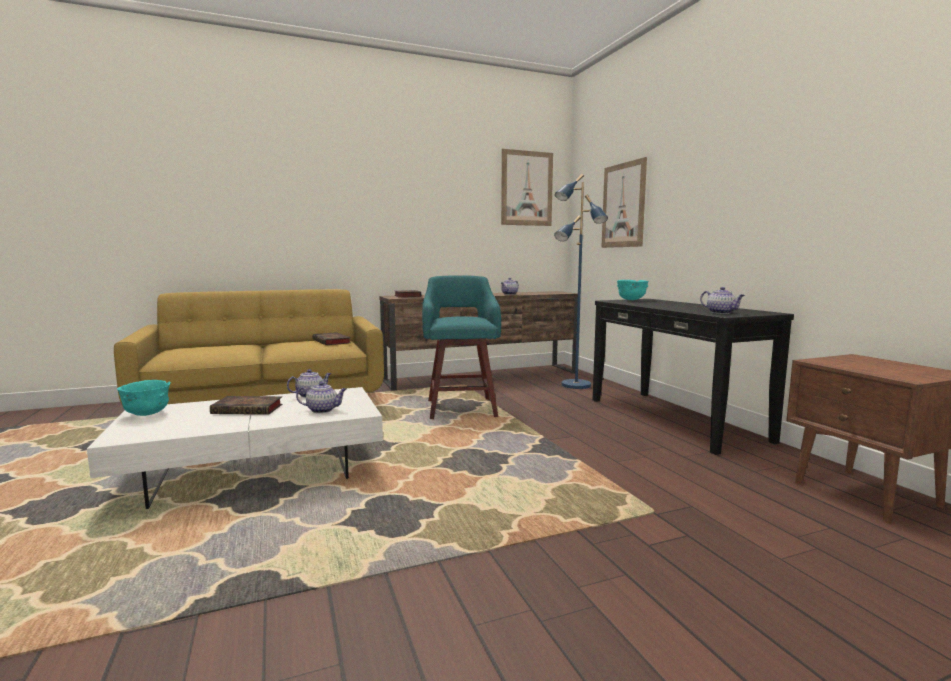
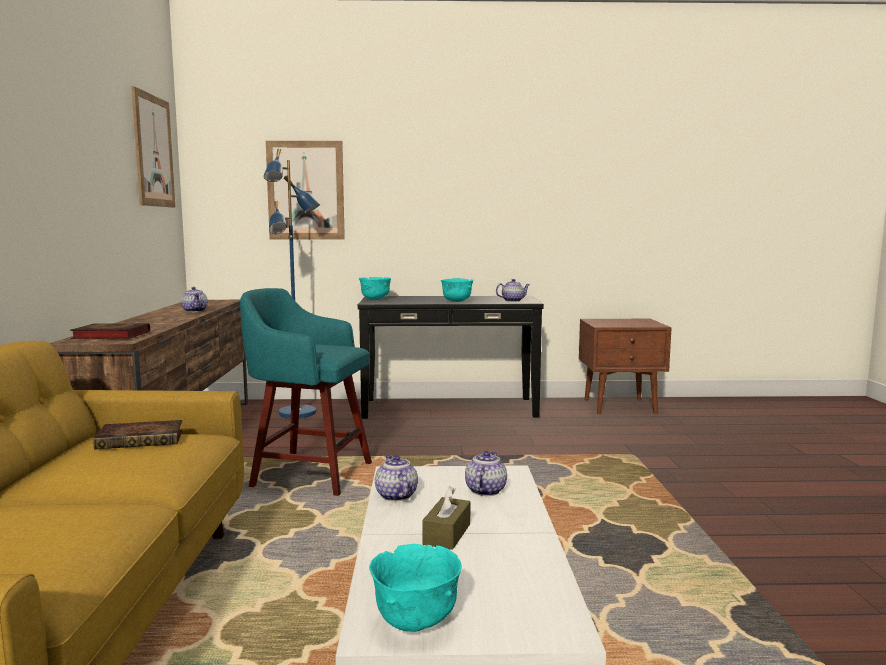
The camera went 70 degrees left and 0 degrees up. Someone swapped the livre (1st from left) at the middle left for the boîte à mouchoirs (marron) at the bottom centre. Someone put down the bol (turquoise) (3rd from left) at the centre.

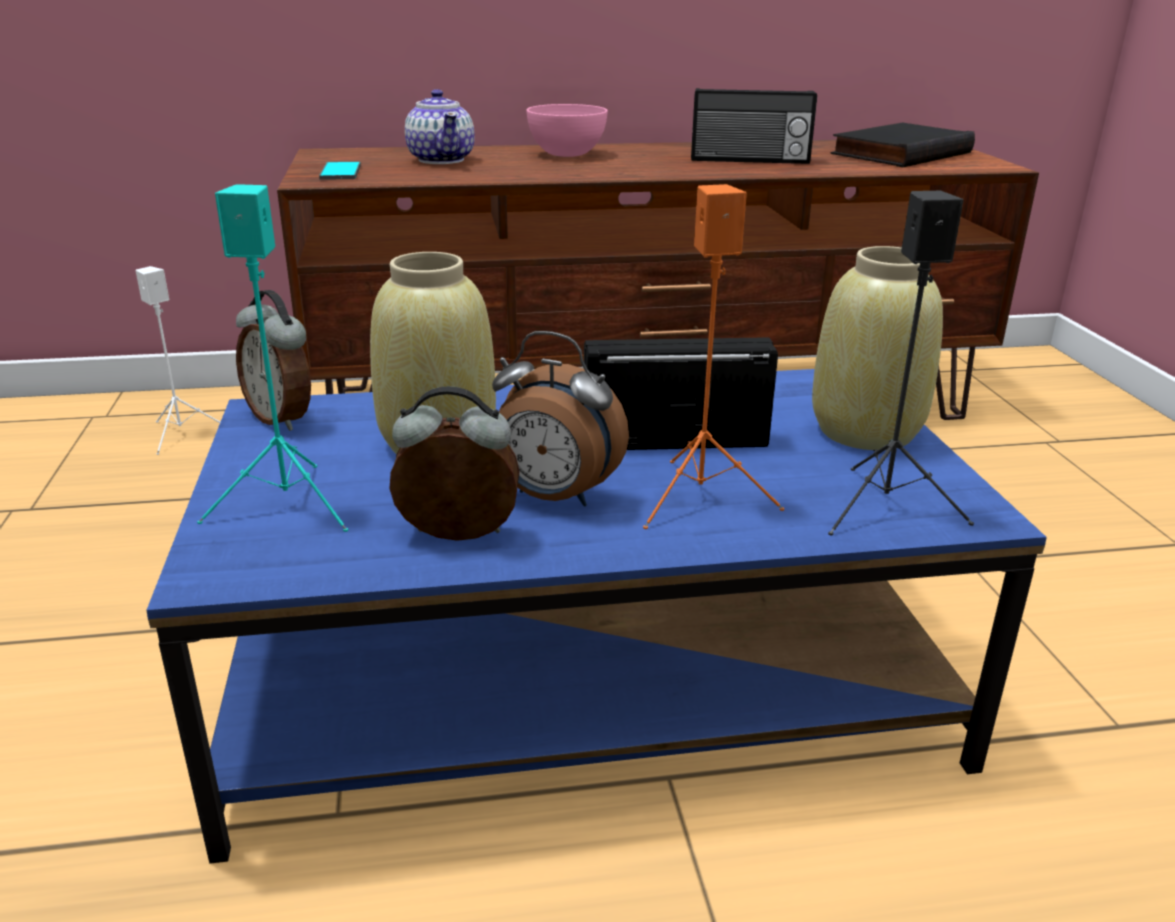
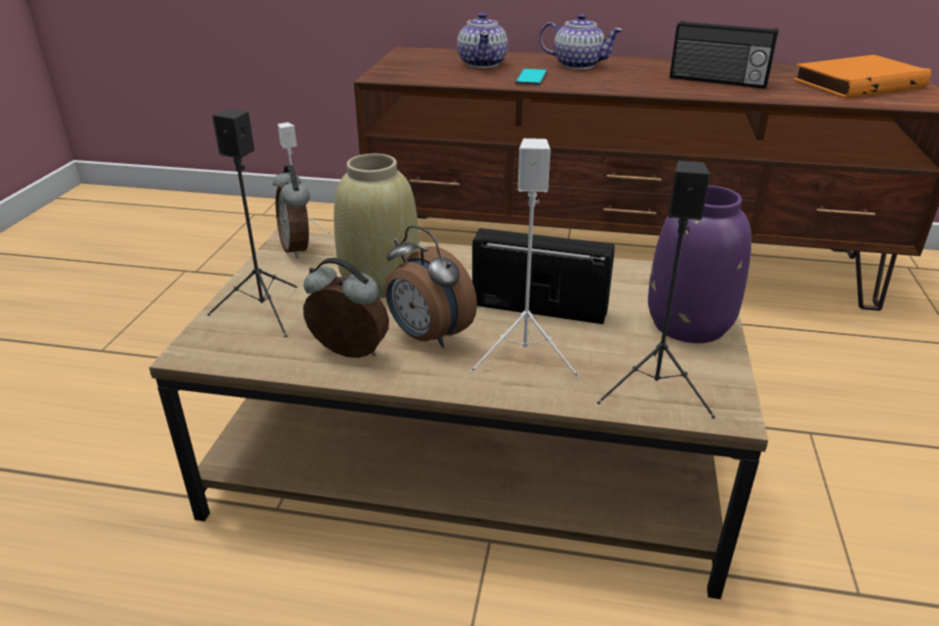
The camera went 20 degrees right and 5 degrees up. Someone repainted the table basse (bleu) at the bottom centre, which became the table basse (marron) at the centre. Someone repainted the enceinte (turquoise) at the middle left, which became the enceinte (noir) (1st from left) at the middle left. Someone carried the téléphone from the top left to the top centre. Someone swapped the bol (rose) at the top centre for the théière (2nd from left) at the top centre. Someone repainted the enceinte (orange) at the centre, which became the enceinte (blanc) (2nd from left) at the centre. Someone repainted the vase (beige) (2nd from left) at the middle right, which became the vase (violet) at the middle right. Someone repainted the livre (noir) at the top right, which became the livre (orange) at the top right.

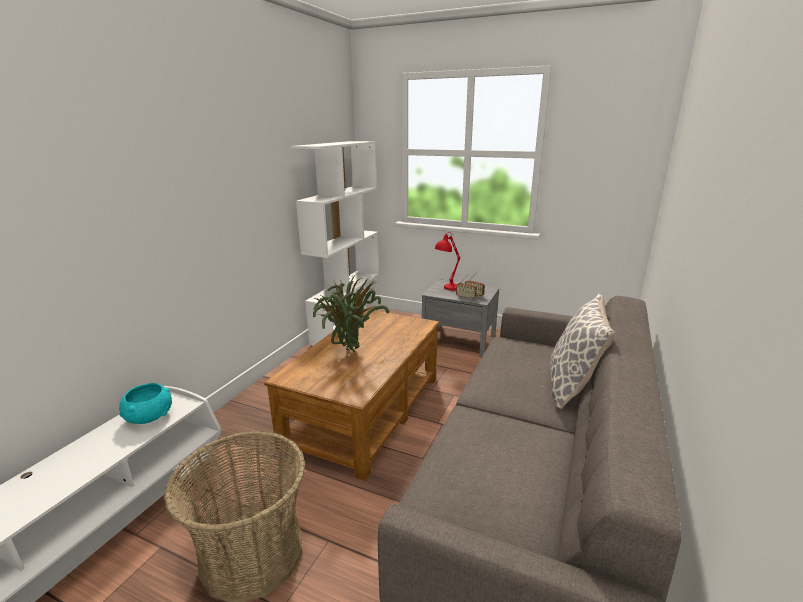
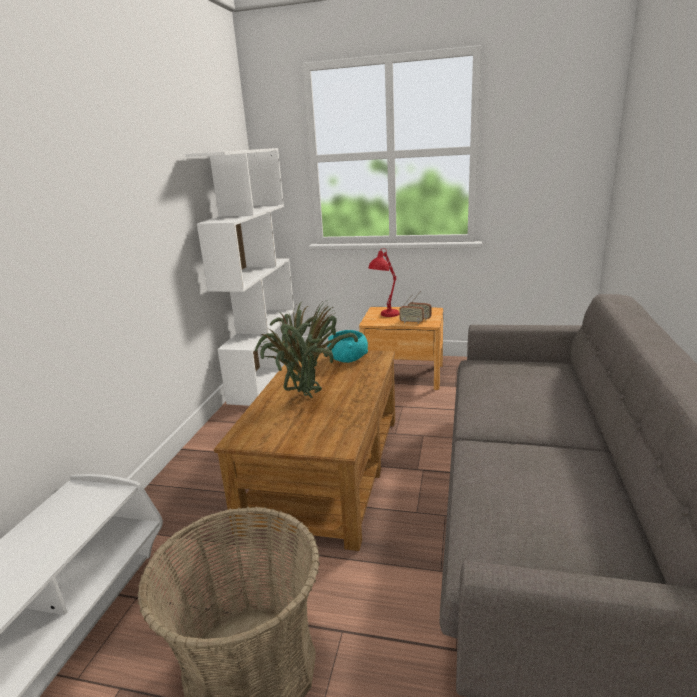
The camera went 10 degrees left and 0 degrees up. Someone carried the bol (turquoise) from the bottom left to the centre. Someone repainted the table de chevet (gris) at the centre, which became the table de chevet (marron) at the centre. Someone took away the coussin at the middle right.

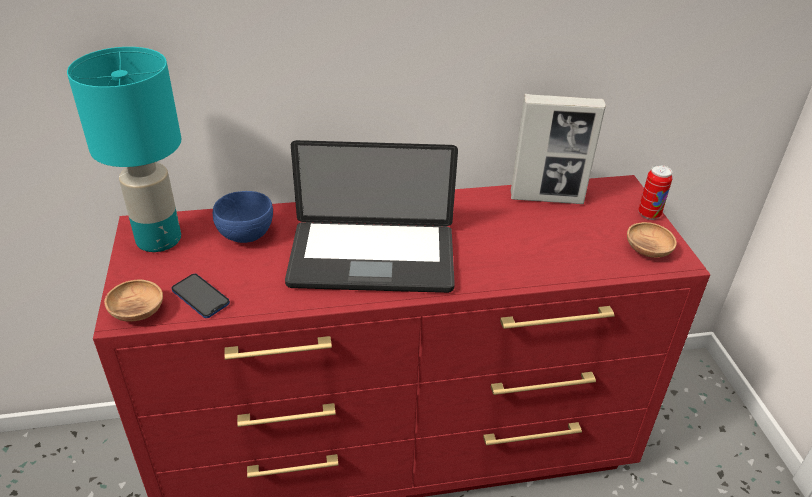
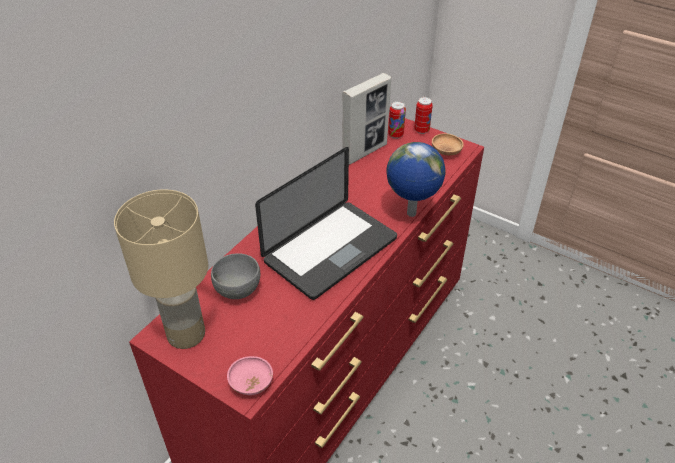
The camera went 45 degrees left and 5 degrees up. Someone repainted the lampe de table (turquoise) at the top left, which became the lampe de table (beige) at the middle left. Someone repainted the bol (marron) (1st from left) at the middle left, which became the bol (rose) at the bottom centre. Someone took away the téléphone at the middle left. Someone repainted the bol (bleu) at the middle left, which became the bol (gris) at the centre. Someone put down the globe at the centre. Someone put down the boîte métallique (1st from left) at the top centre.

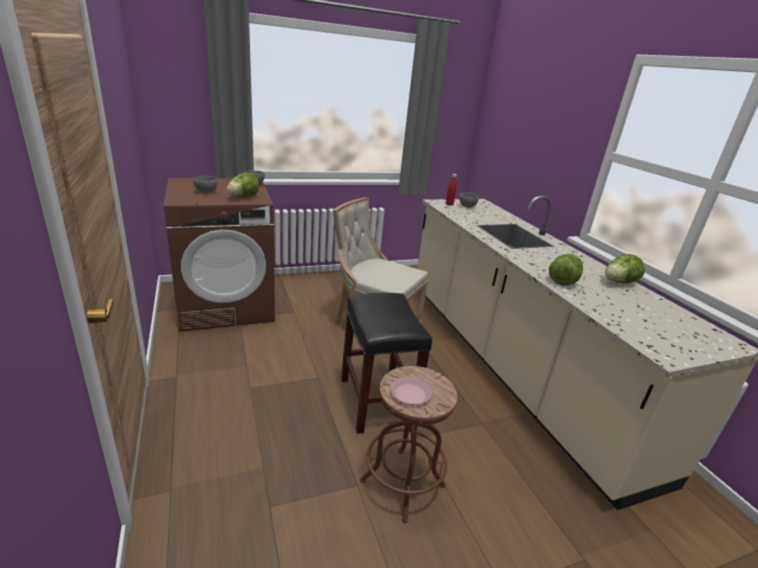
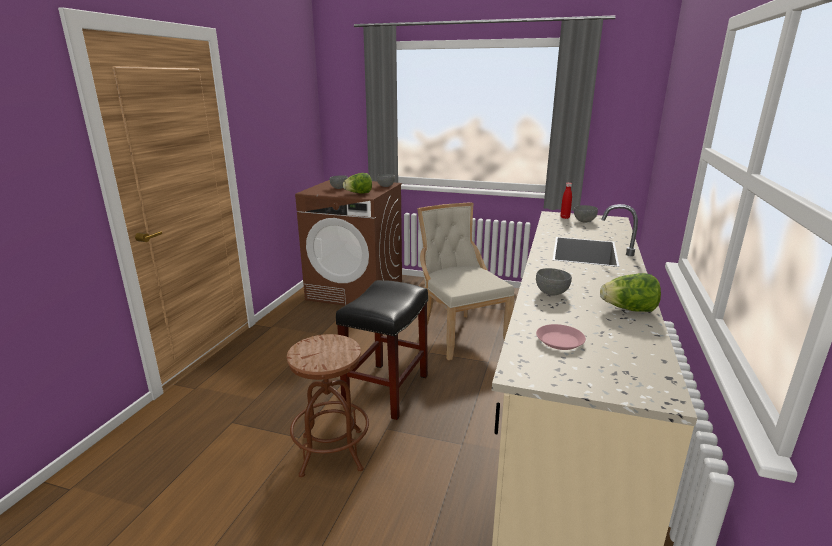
The camera went 40 degrees right and 5 degrees down. Someone carried the assiette (rose) from the bottom centre to the middle right. Someone swapped the laitue (2nd from left) at the middle right for the bol (gris) (3rd from left) at the centre.

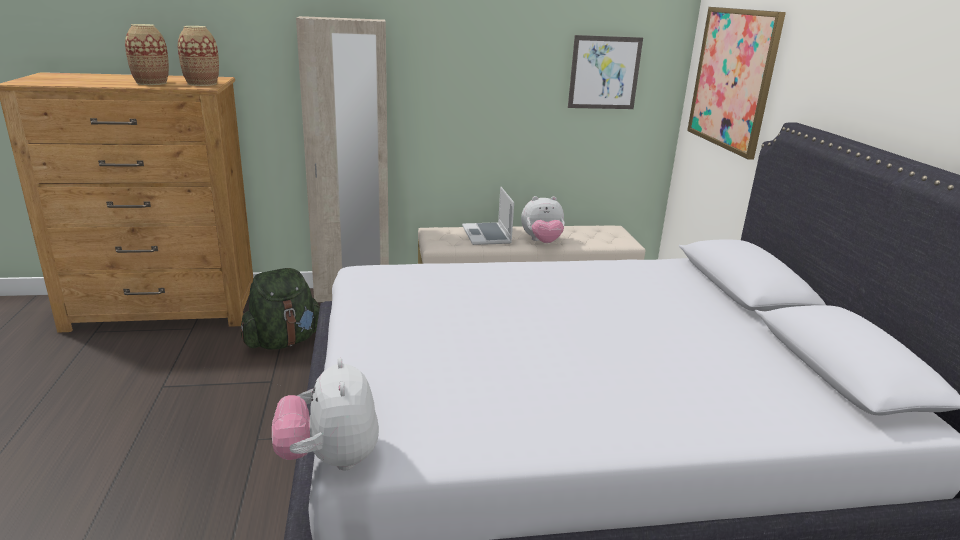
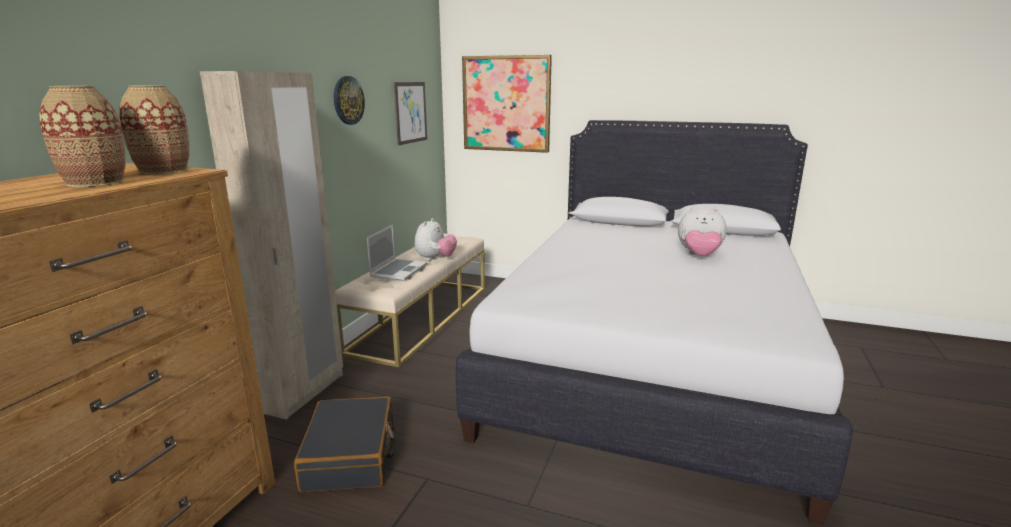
The camera went 60 degrees left and 5 degrees down. Someone swapped the sac à dos (vert) at the middle left for the valise (noir) at the bottom centre. Someone carried the peluche (1st from left in the first image) from the bottom centre to the middle right. Someone rotated the ordinateur portable at the centre by 90 degrees counterclockwise. Someone put up the horloge murale at the top centre.

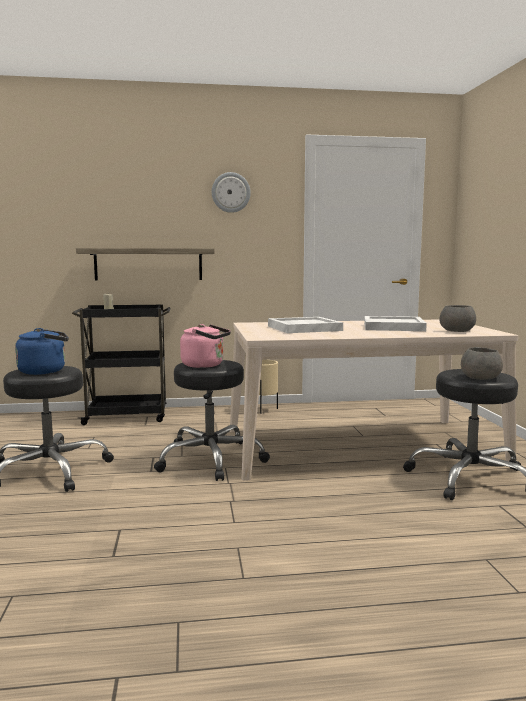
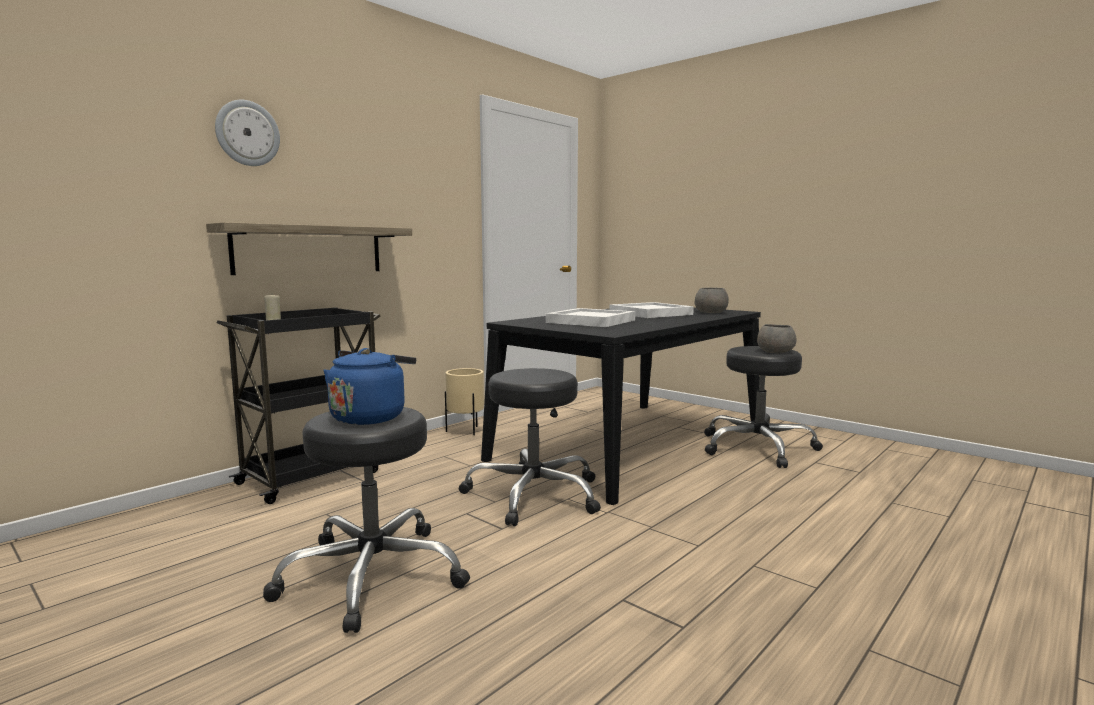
The camera went 40 degrees left and 0 degrees up. Someone took away the bouilloire (rose) at the centre. Someone carried the horloge murale from the top centre to the top left. Someone repainted the table à manger (beige) at the middle right, which became the table à manger (noir) at the centre.

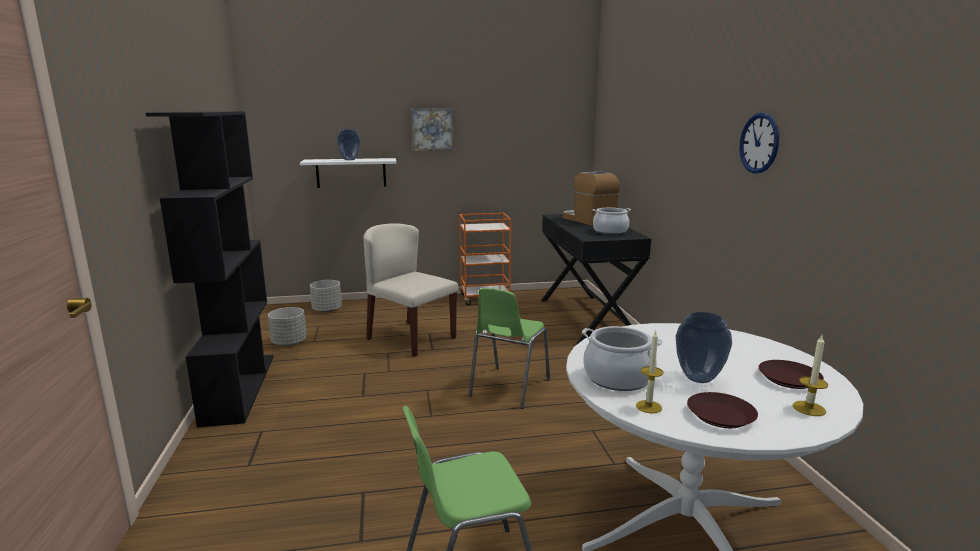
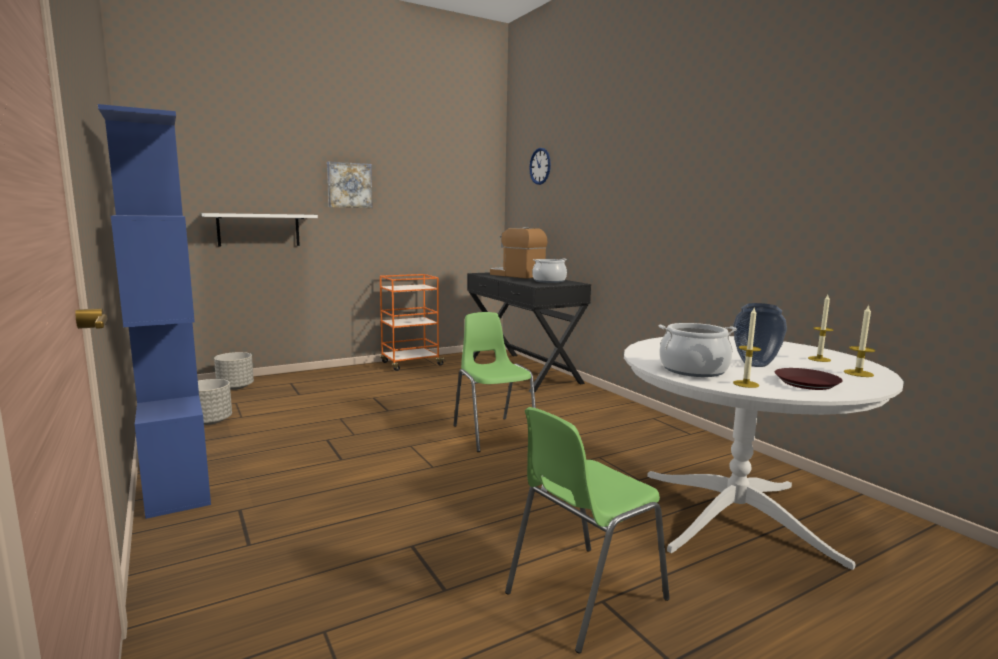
The camera went 20 degrees left and 5 degrees down. Someone repainted the bibliothèque (noir) at the middle left, which became the bibliothèque (bleu) at the middle left. Someone took away the vase (1st from left) at the top centre. Someone took away the chaise (beige) at the centre. Someone rotated the chaise (vert) (2nd from left in the first image) at the centre by 150 degrees clockwise. Someone carried the horloge murale from the top right to the top centre. Someone swapped the assiette (marron) (2nd from left) at the bottom right for the bougie (2nd from left) at the middle right.

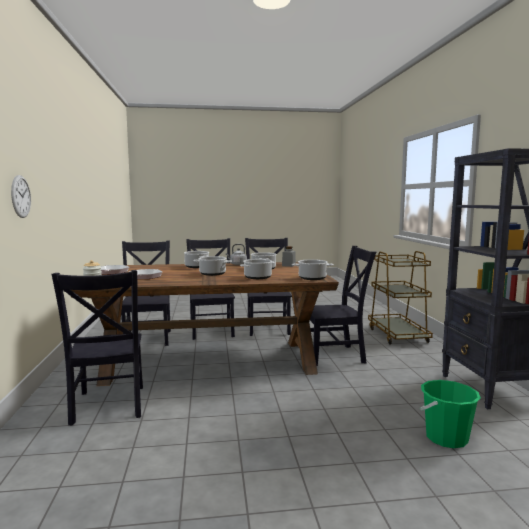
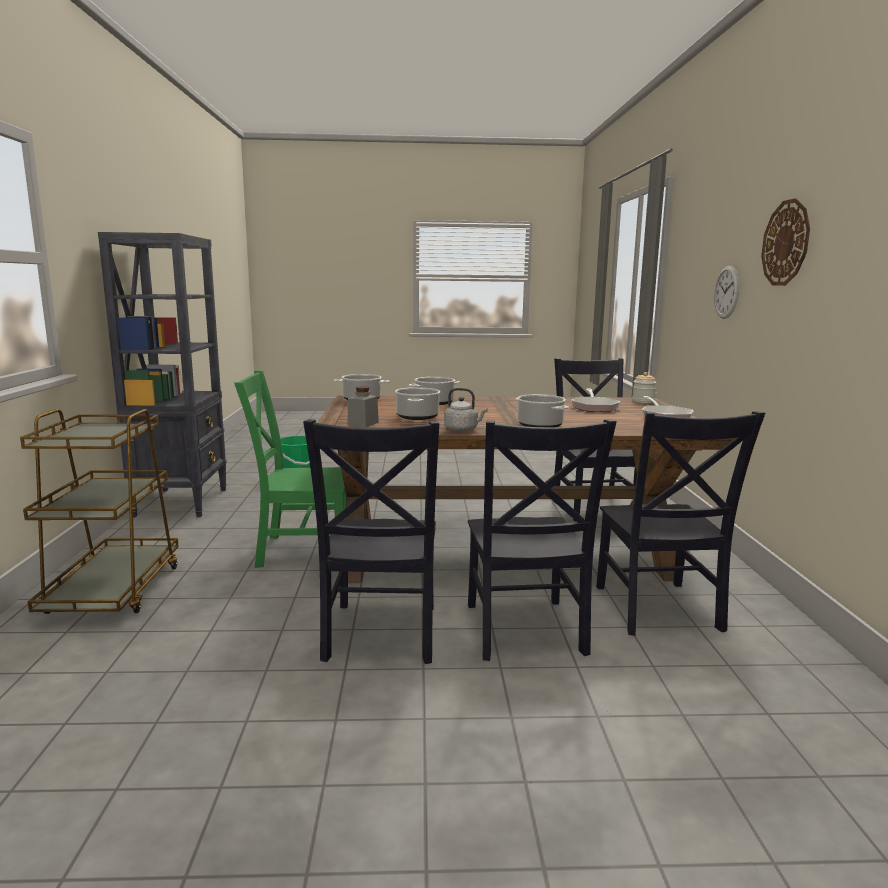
The camera went 175 degrees left and 5 degrees up. Someone took away the marmite (2nd from left) at the centre. Someone repainted the chaise (noir) (5th from left) at the centre, which became the chaise (vert) at the middle left. Someone put up the horloge murale (2nd from left) at the top right.

